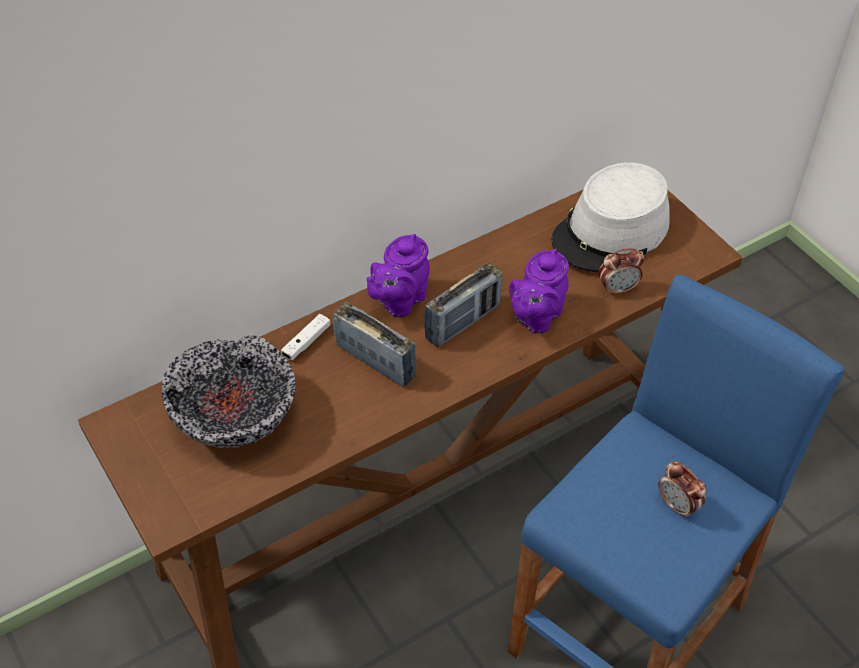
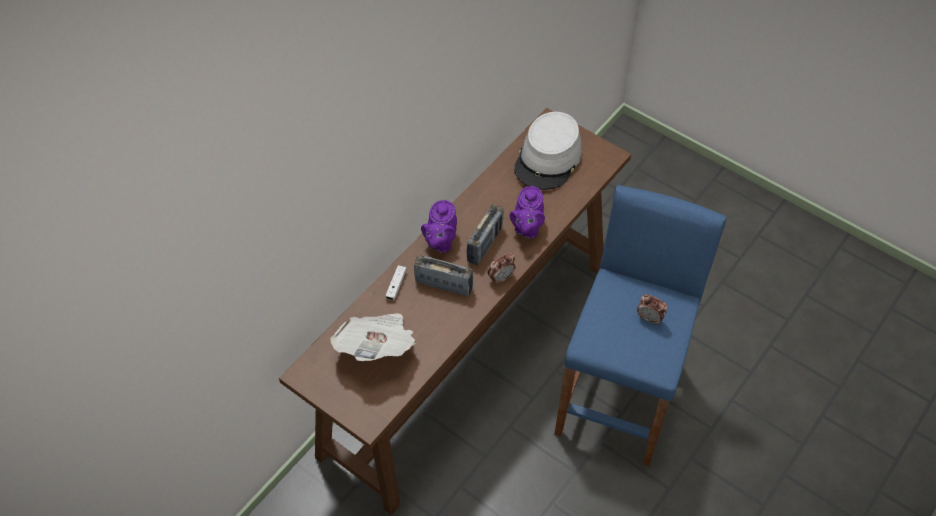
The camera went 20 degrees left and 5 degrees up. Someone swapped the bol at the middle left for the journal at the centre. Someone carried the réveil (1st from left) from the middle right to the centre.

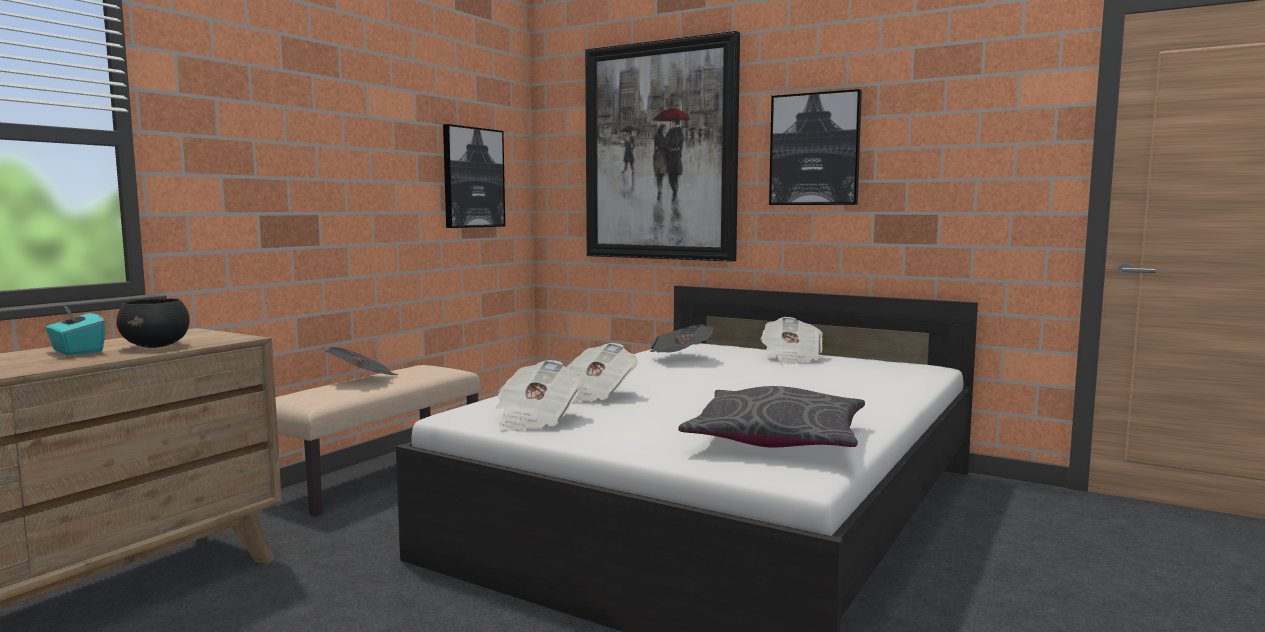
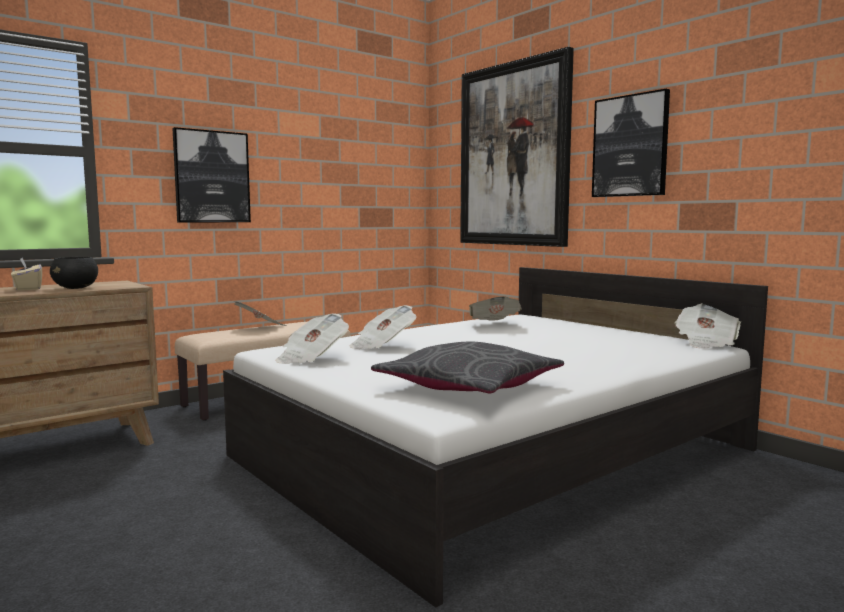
The camera went 20 degrees right and 0 degrees up. Someone repainted the boîte à mouchoirs (turquoise) at the middle left, which became the boîte à mouchoirs (beige) at the middle left. Someone carried the tableau (1st from left) from the top centre to the top left. Someone carried the journal (5th from left) from the centre to the middle right.

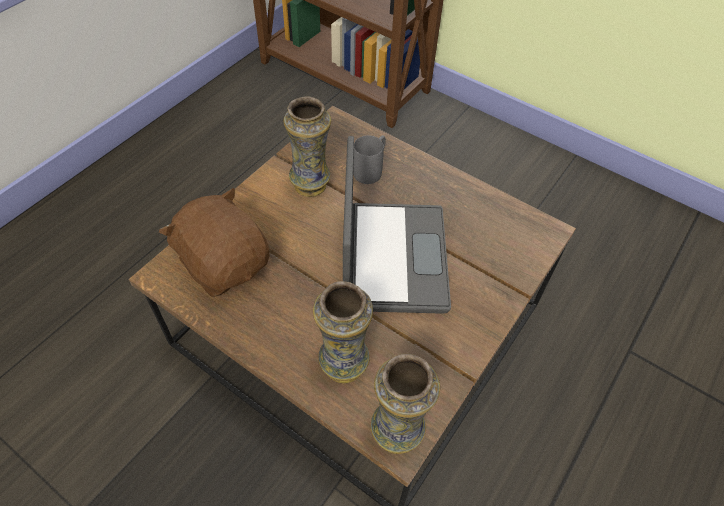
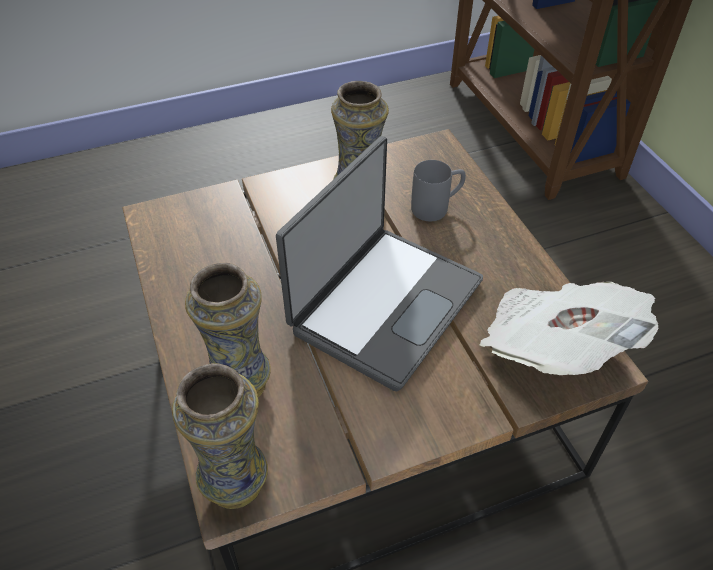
The camera went 35 degrees right and 5 degrees down. Someone took away the peluche (marron) at the middle left. Someone put down the journal at the middle right.

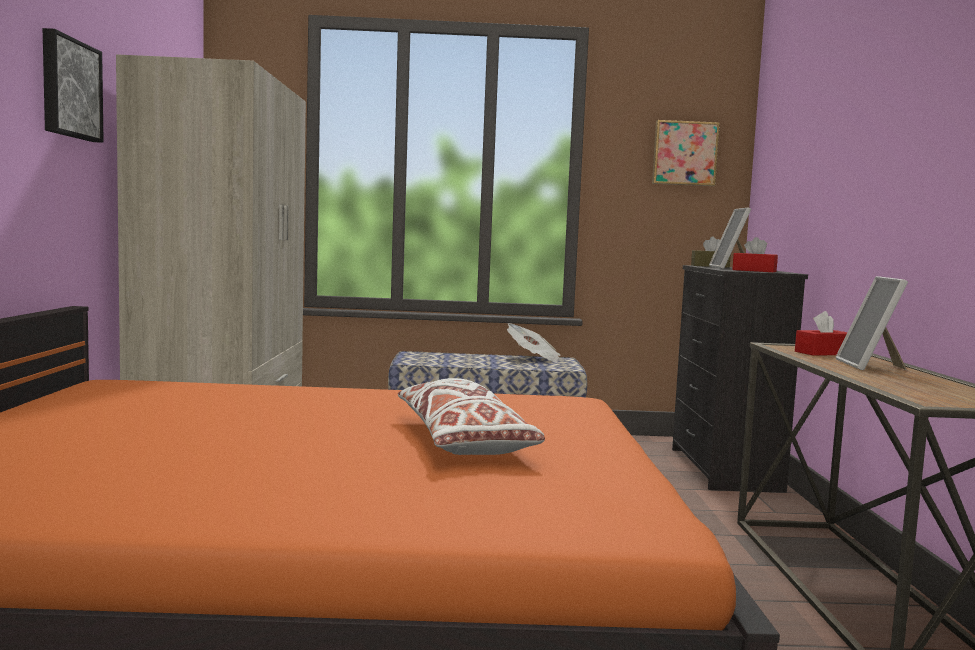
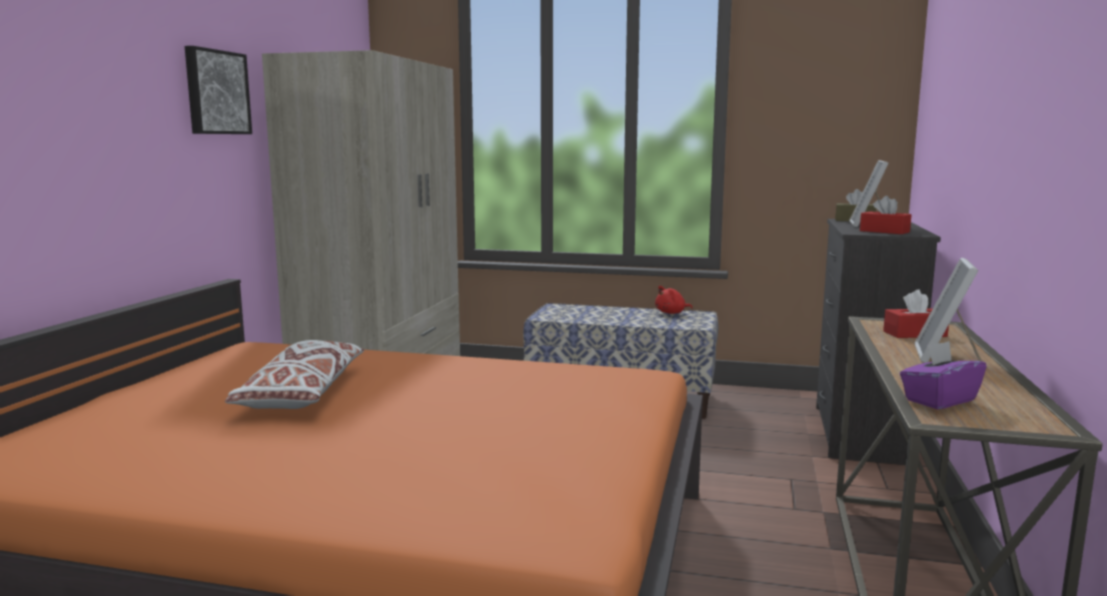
The camera went 15 degrees right and 5 degrees up. Someone carried the coussin (blanc) from the centre to the middle left. Someone swapped the journal at the centre for the peluche (rouge) at the centre. Someone took away the tableau (2nd from left) at the top right. Someone put down the boîte à mouchoirs (violet) at the middle right.

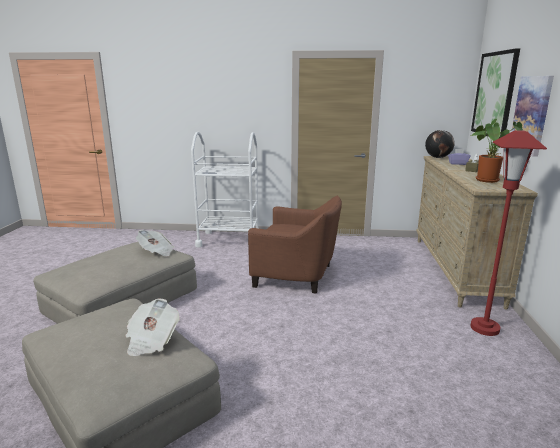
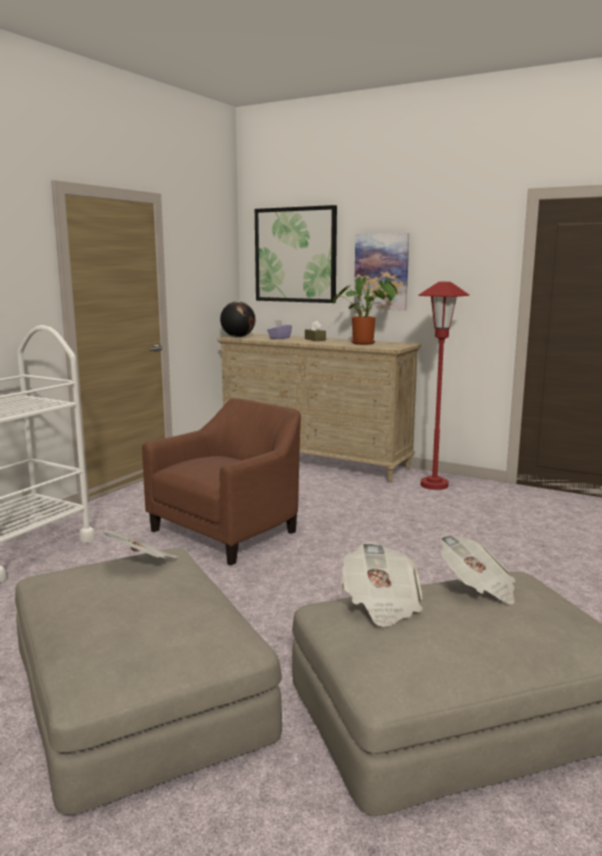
The camera went 65 degrees left and 5 degrees down. Someone put down the journal (2nd from left) at the bottom centre.

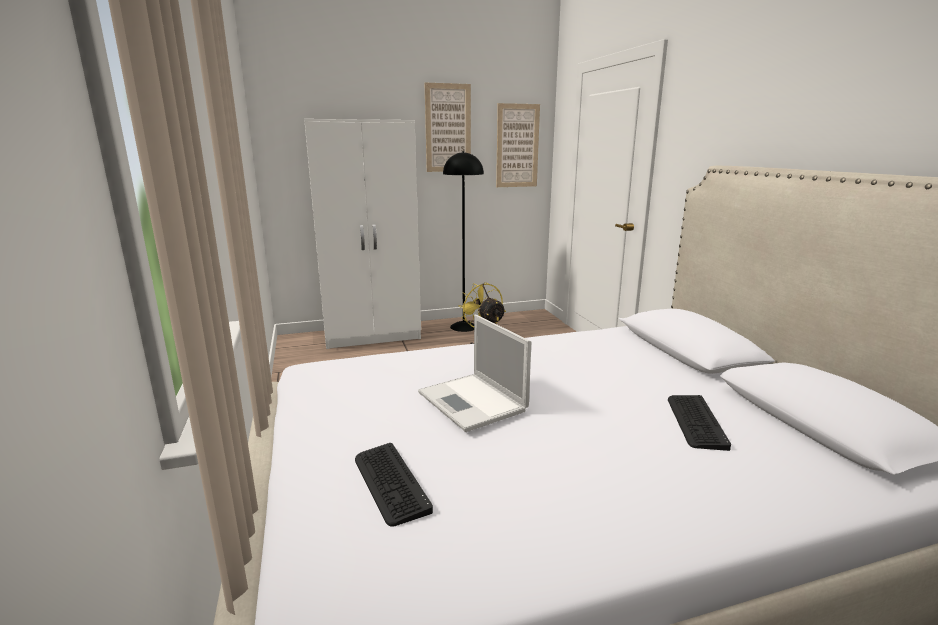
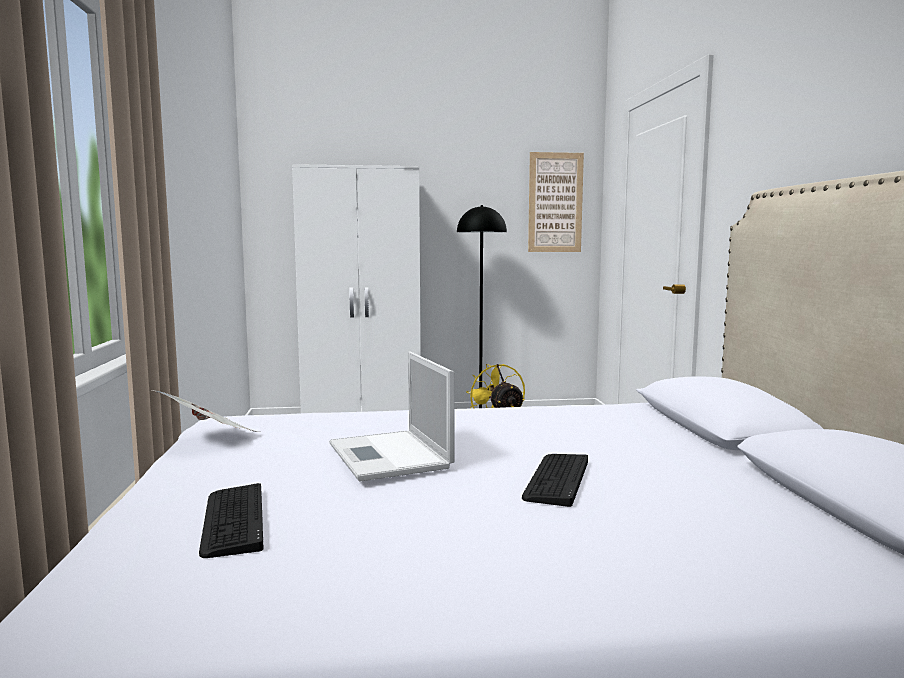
The camera went 10 degrees right and 10 degrees down. Someone took away the tableau (1st from left) at the top centre. Someone carried the clavier (2nd from left) from the bottom right to the bottom centre. Someone put down the journal at the middle left.

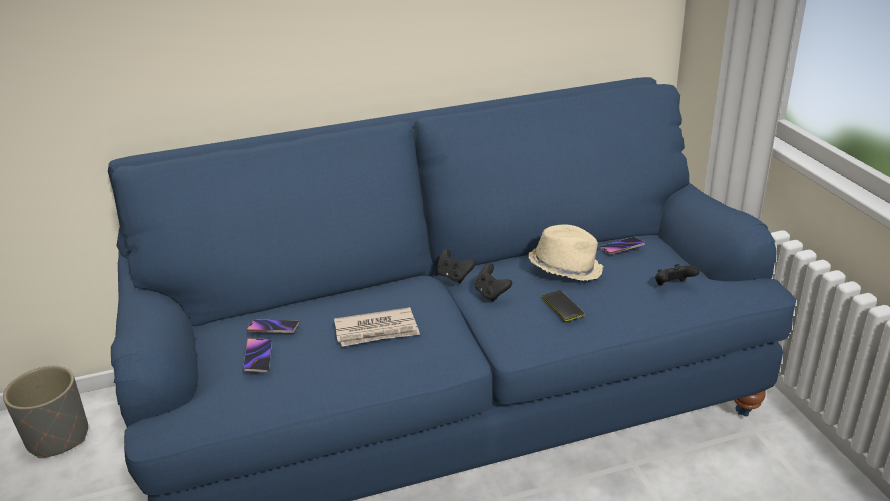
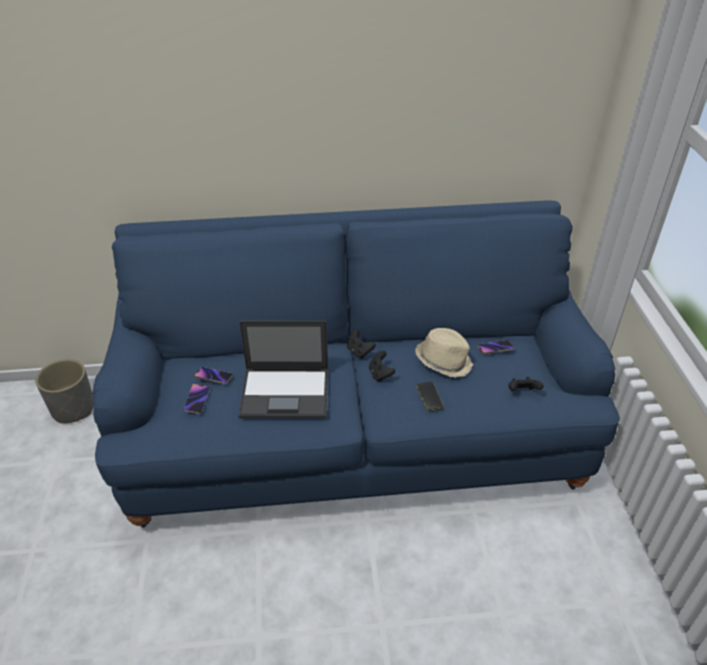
The camera went 10 degrees right and 10 degrees up. Someone swapped the journal at the centre for the ordinateur portable at the centre.

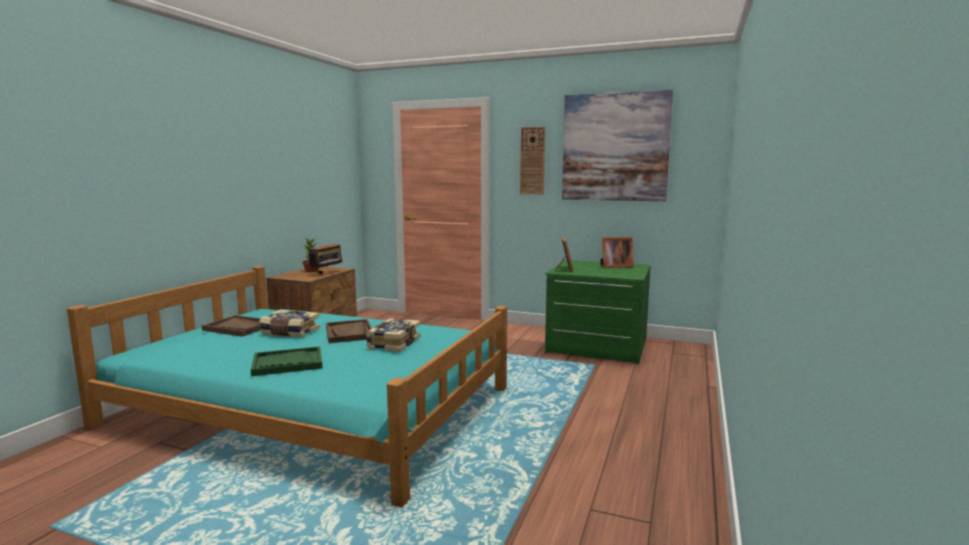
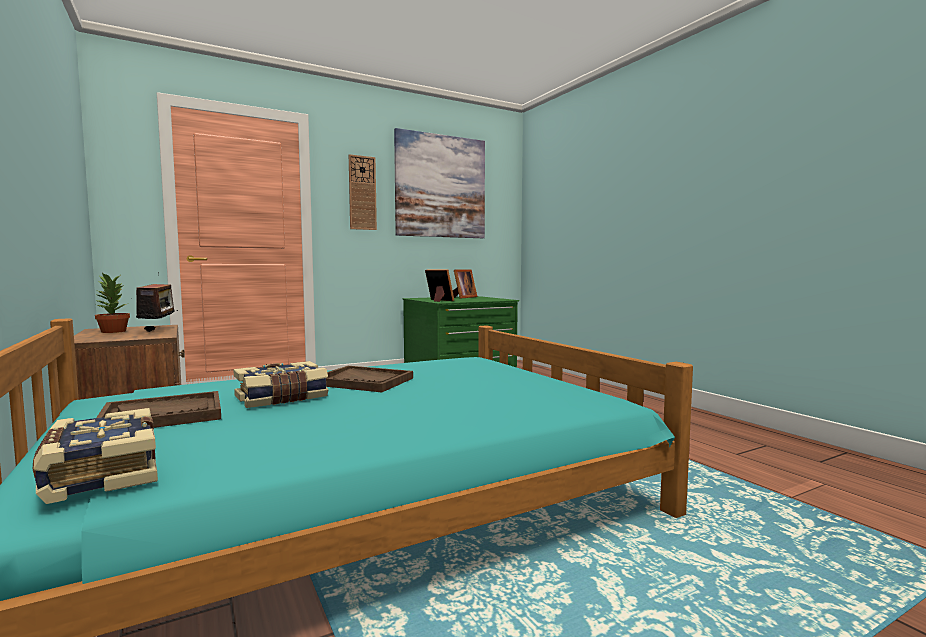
The camera went 50 degrees left and 5 degrees down. Someone took away the plateau (vert) at the middle left. Someone carried the livre (2nd from left in the first image) from the centre to the bottom left.

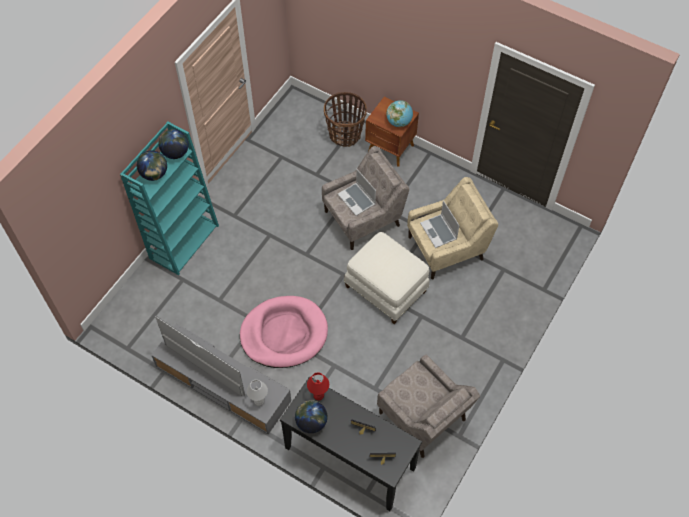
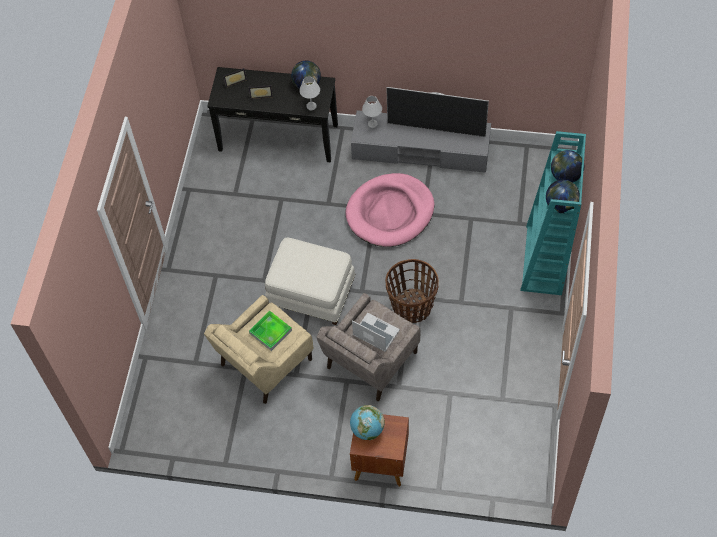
The camera went 160 degrees right and 0 degrees up. Someone repainted the lampe de table (rouge) at the bottom centre, which became the lampe de table (blanc) (1st from left) at the top centre. Someone carried the panier from the top centre to the centre. Someone took away the fauteuil (beige) (2nd from left) at the bottom centre. Someone swapped the ordinateur portable (2nd from left) at the centre for the plateau at the centre.

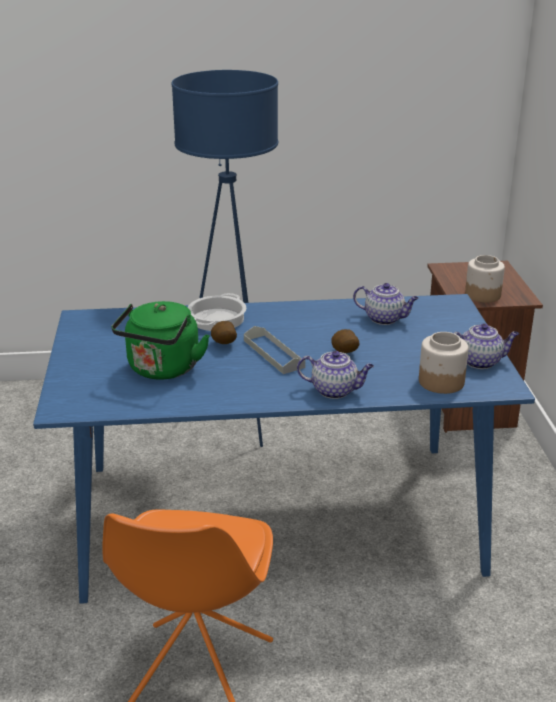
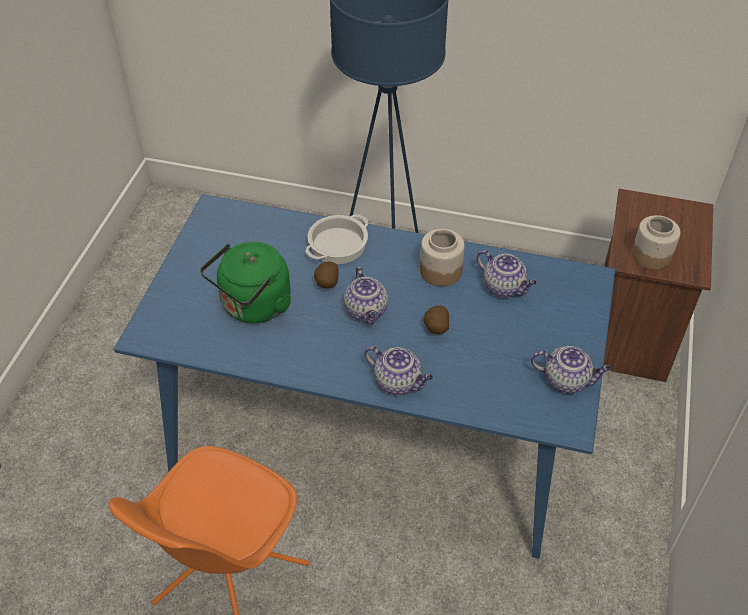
The camera went 20 degrees right and 20 degrees up. Someone swapped the plateau (gris) at the centre for the théière (1st from left) at the centre. Someone carried the bocal (1st from left) from the middle right to the centre.

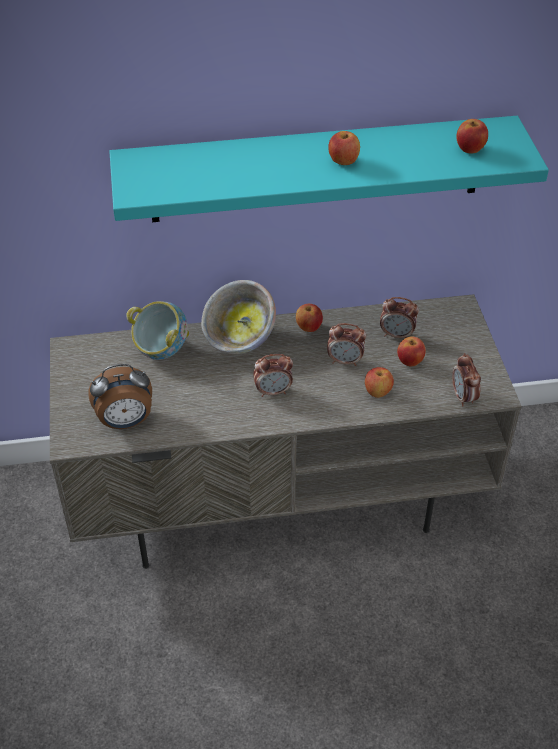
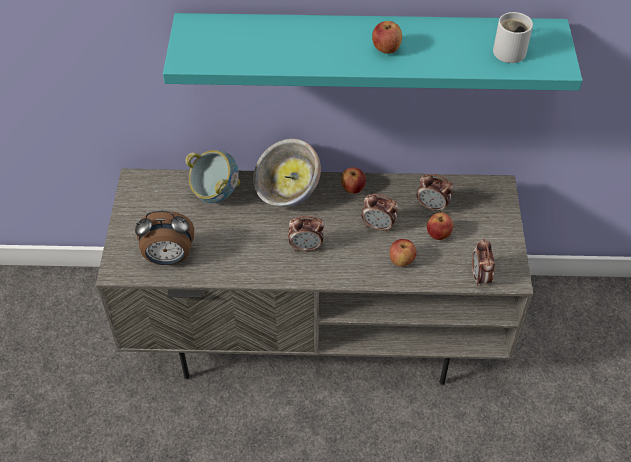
The camera went 10 degrees right and 5 degrees up. Someone swapped the pomme (5th from left) at the top right for the mug (blanc) at the top right.

